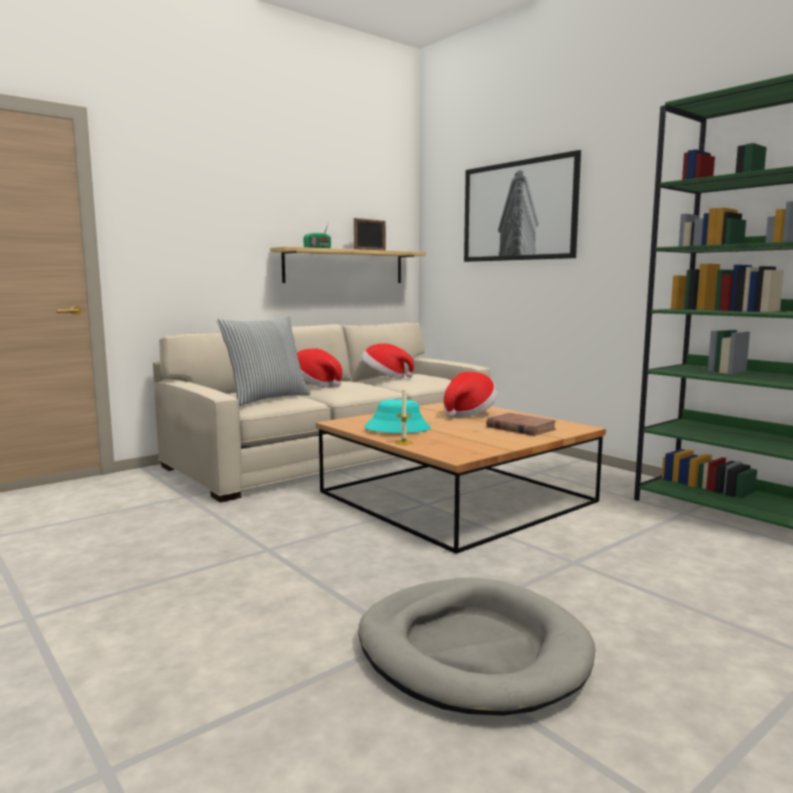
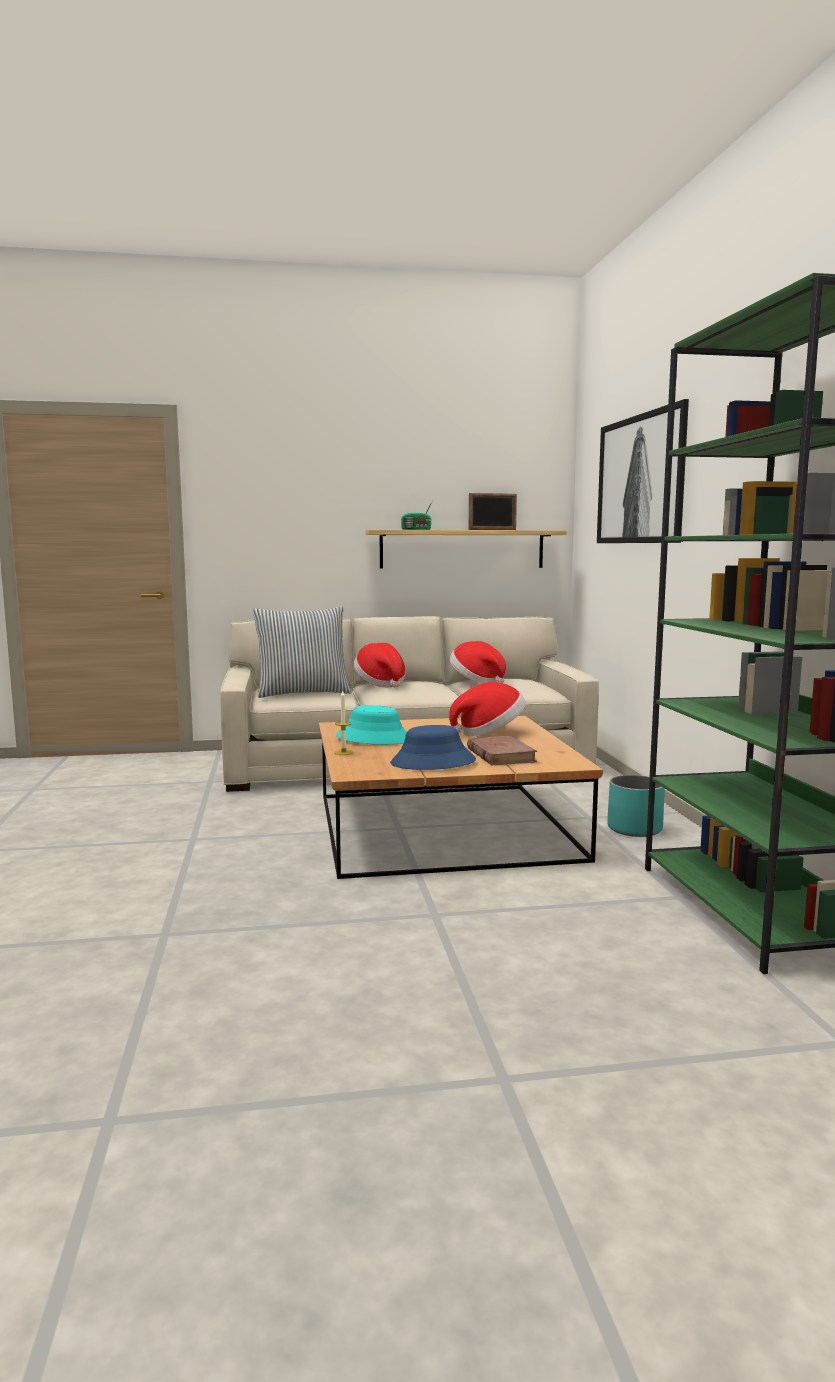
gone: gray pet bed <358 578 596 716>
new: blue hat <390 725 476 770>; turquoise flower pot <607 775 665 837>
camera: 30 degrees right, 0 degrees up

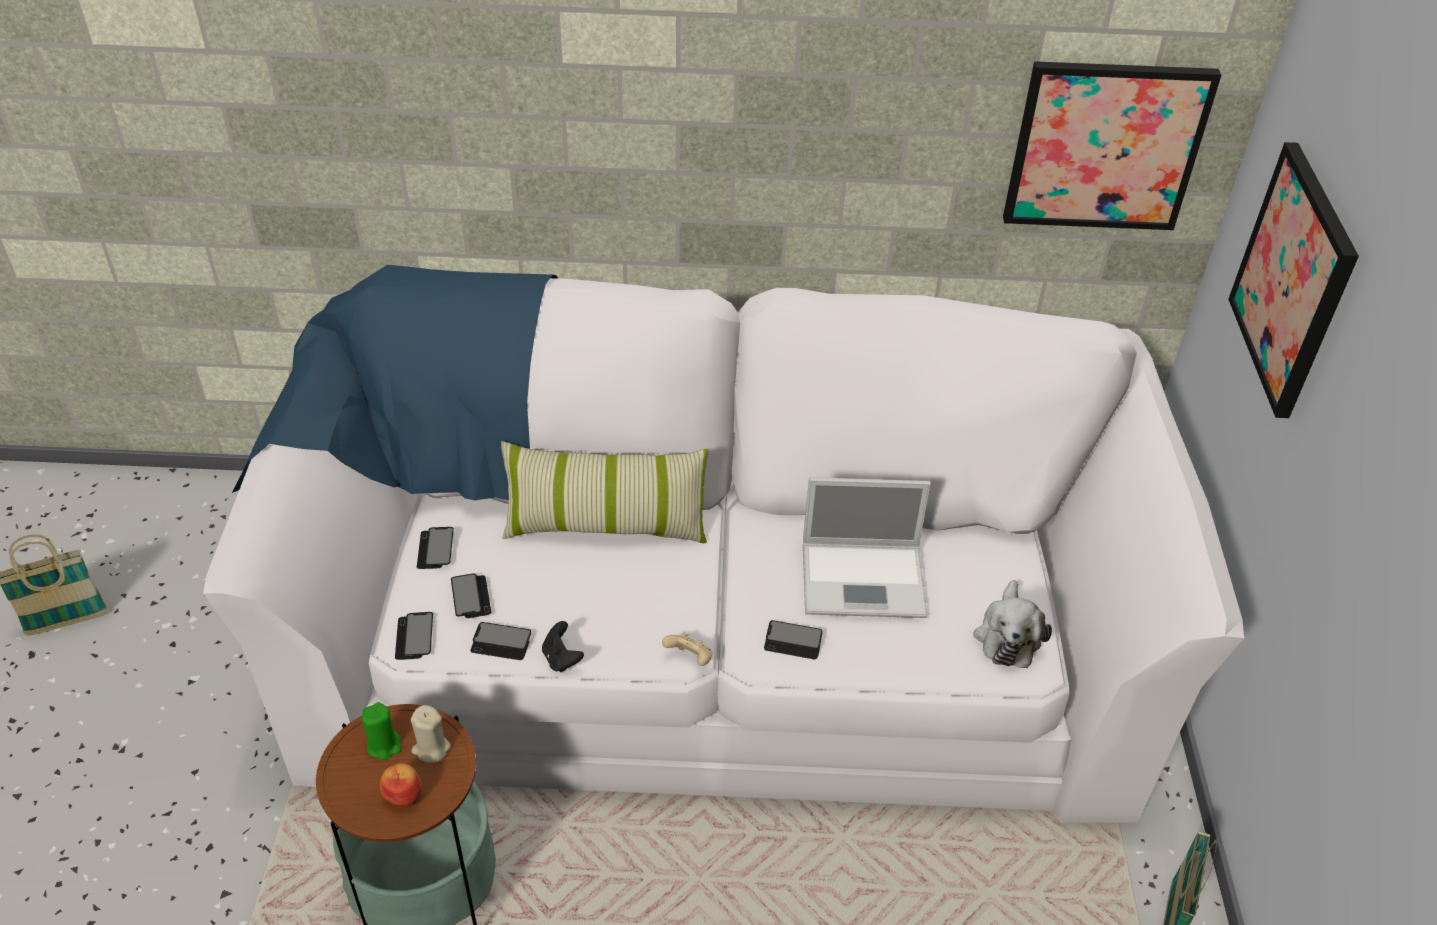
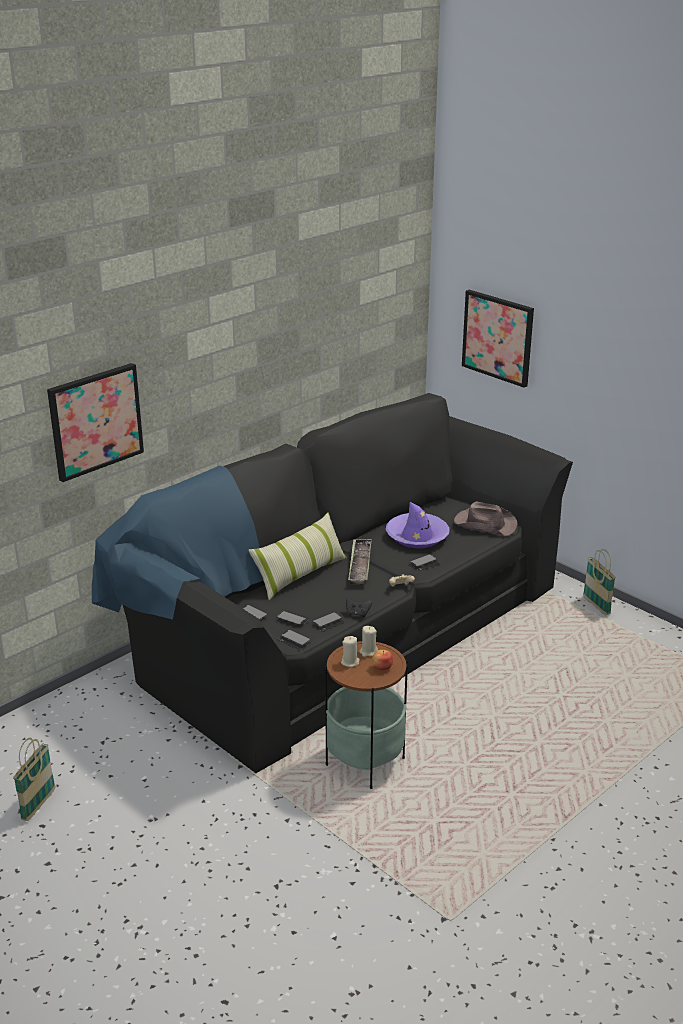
new: serving tray <348 539 372 584>
shifted: wall picture <1003 61 1221 230> to <47 363 144 482>
swapped: laptop <803 477 931 618> to purple hat <385 502 450 548>; plush toy <973 580 1052 668> to brown-coloured hat <454 502 518 536>
repainted: white-coloured sofa <203 265 1244 823> to blackish sofa <92 393 573 773>; green wax light <362 702 402 760> to sand-coloured wax light <341 636 360 667>
camera: 45 degrees left, 15 degrees down

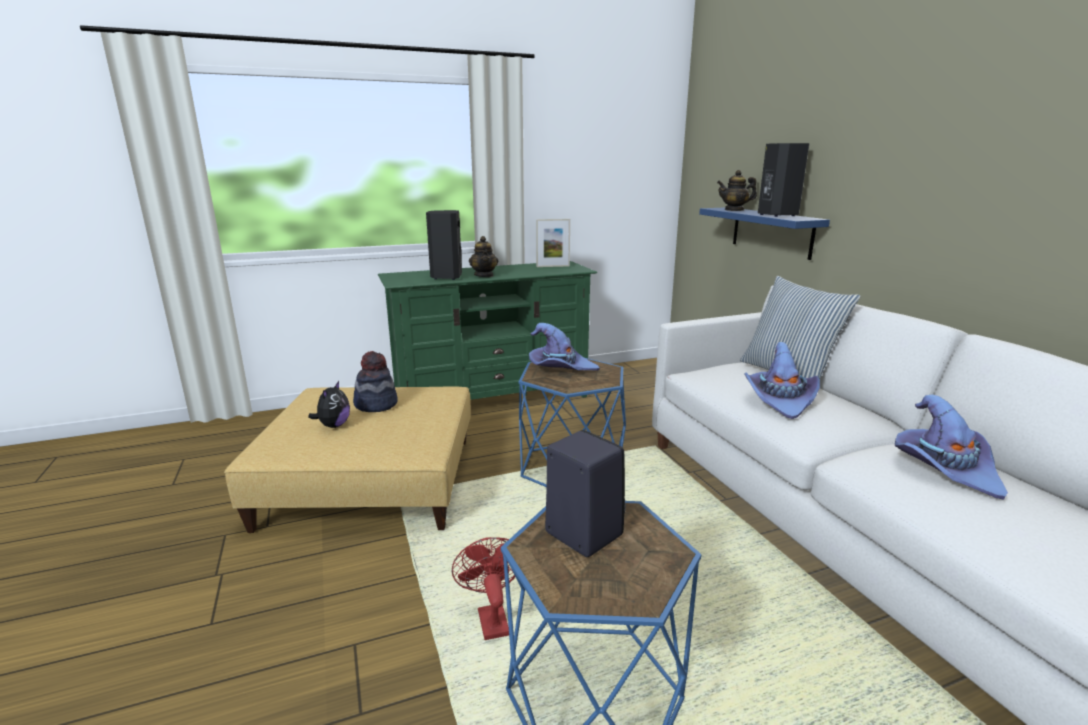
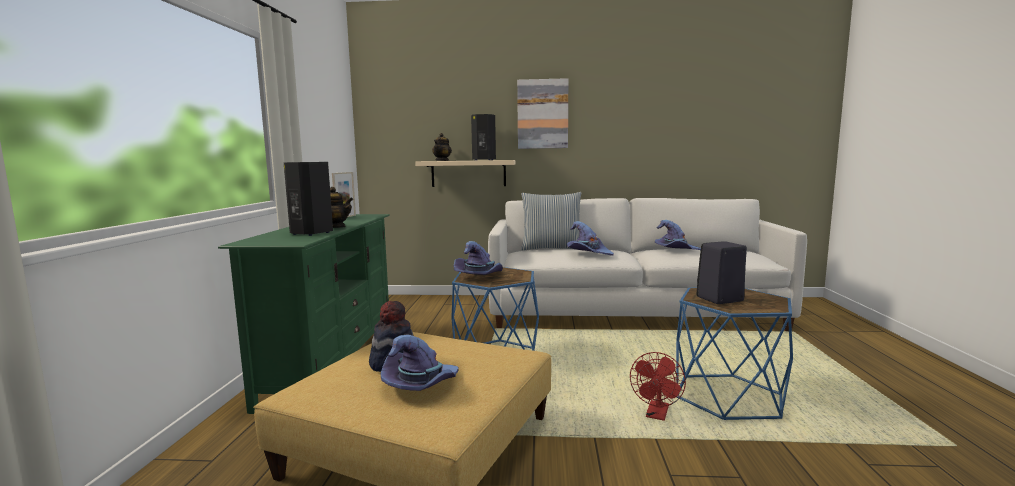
new: wall picture <517 78 568 149>
swapped: plush toy <308 381 350 428> to purple hat <381 335 459 391>
repainted: blue wall shelf <699 207 830 260> to sand-coloured wall shelf <415 160 515 187>
rotated: reddish cooling fan <452 537 515 640> = <630 352 686 421> 75 degrees counterclockwise
camera: 65 degrees left, 10 degrees down

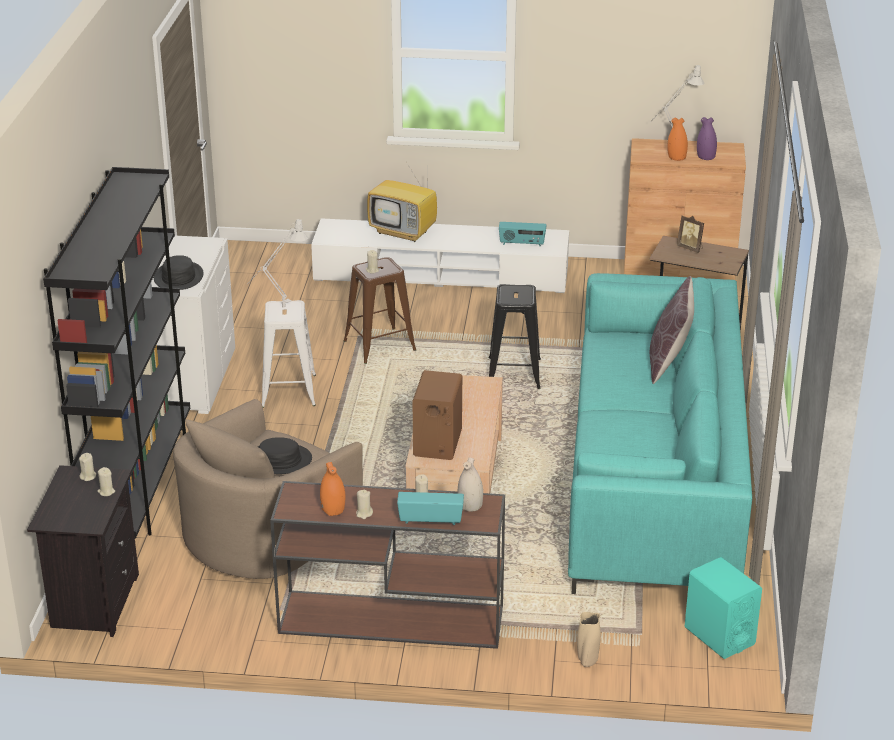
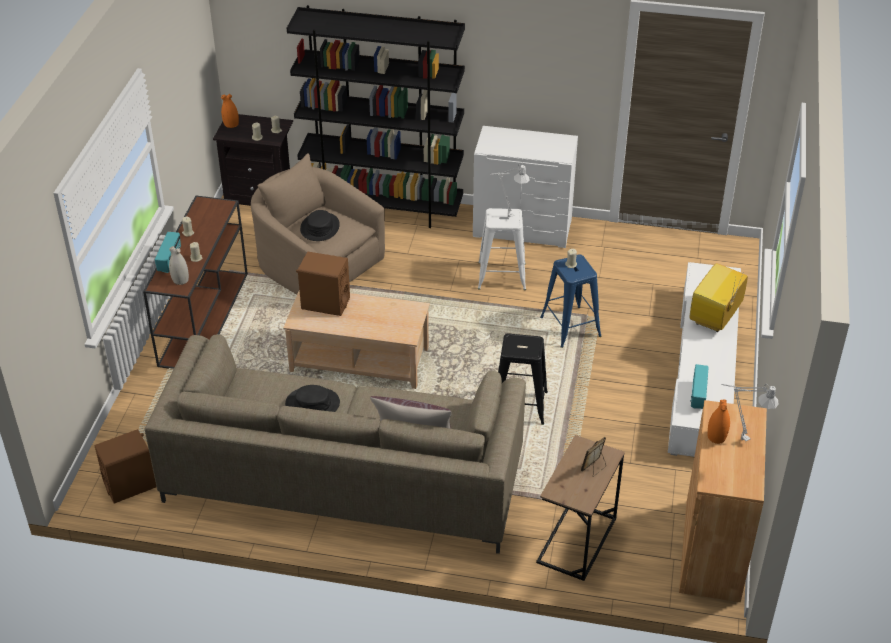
gone: purple decorative vase <697 117 717 160>; sand-coloured decorative vase <577 612 601 667>
shifted: blackish hat <154 255 204 290> to <285 385 340 412>; orangey decorative vase <320 462 346 516> to <221 94 239 128>
repainted: brown-coloured sitting stool <343 257 416 364> to blue sitting stool <540 254 602 348>; turquoise sofa <568 273 752 594> to sand-coloured sofa <145 334 526 554>; turquoise speaker <685 557 762 659> to brown-coloured speaker <94 429 156 504>
camera: 95 degrees right, 10 degrees up

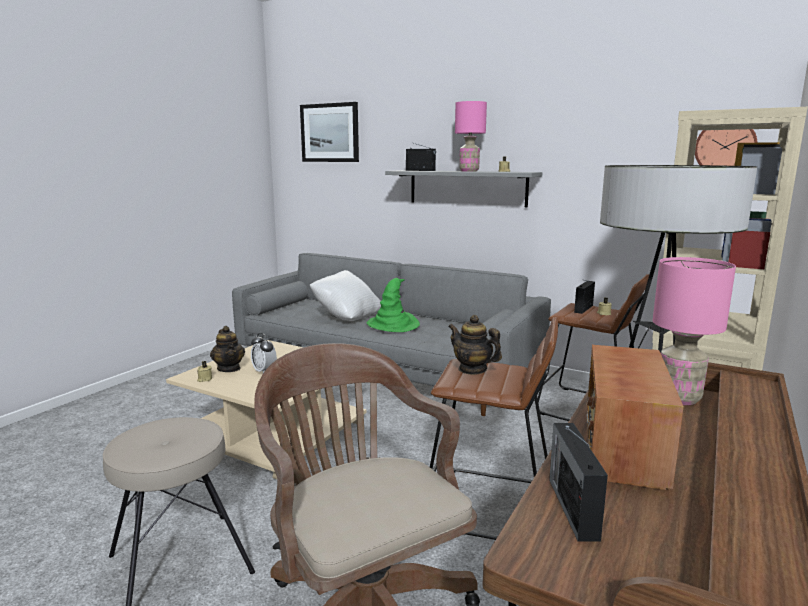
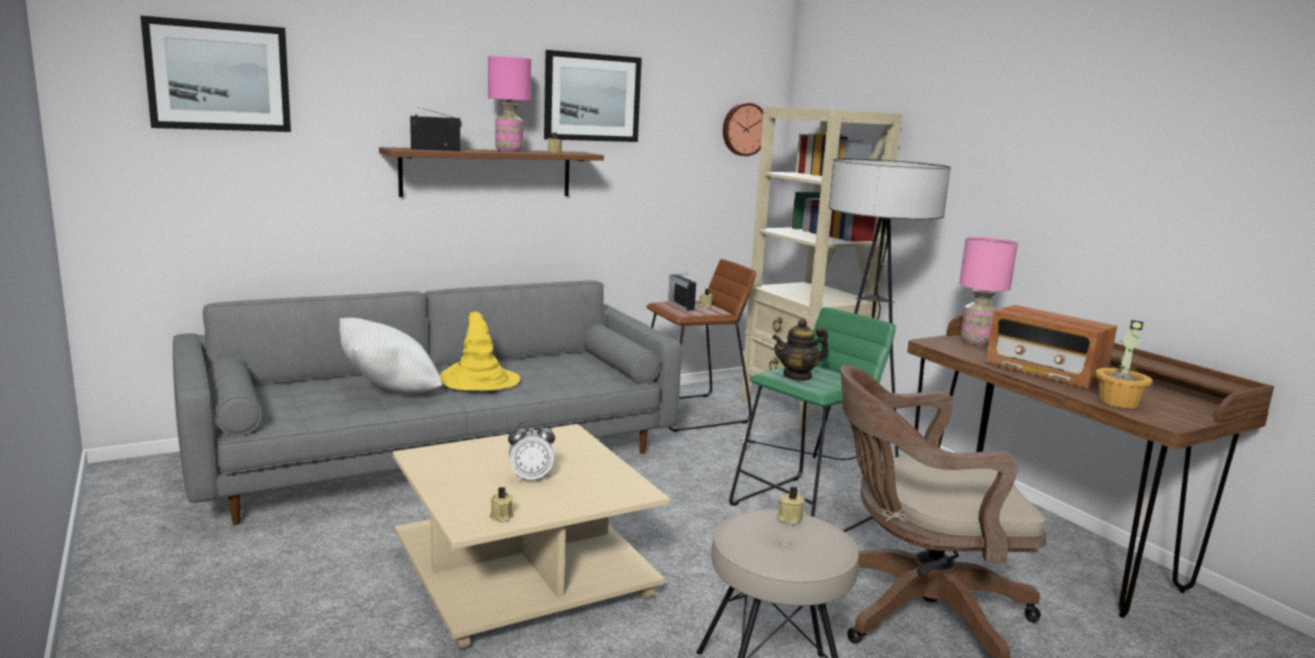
gone: tea pot <210 326 245 372>
new: wall picture <544 50 642 142>; sand-coloured wax light <776 486 805 524>
swapped: radio receiver <549 423 608 542> to potted plant <1095 320 1153 408>
repainted: gray wall shelf <385 170 543 207> to brown-coloured wall shelf <379 147 604 197>; green hat <366 278 420 332> to yellow hat <440 312 520 391>; brown-coloured sitting stool <430 317 558 540> to green sitting stool <729 307 896 532>
camera: 60 degrees left, 0 degrees up

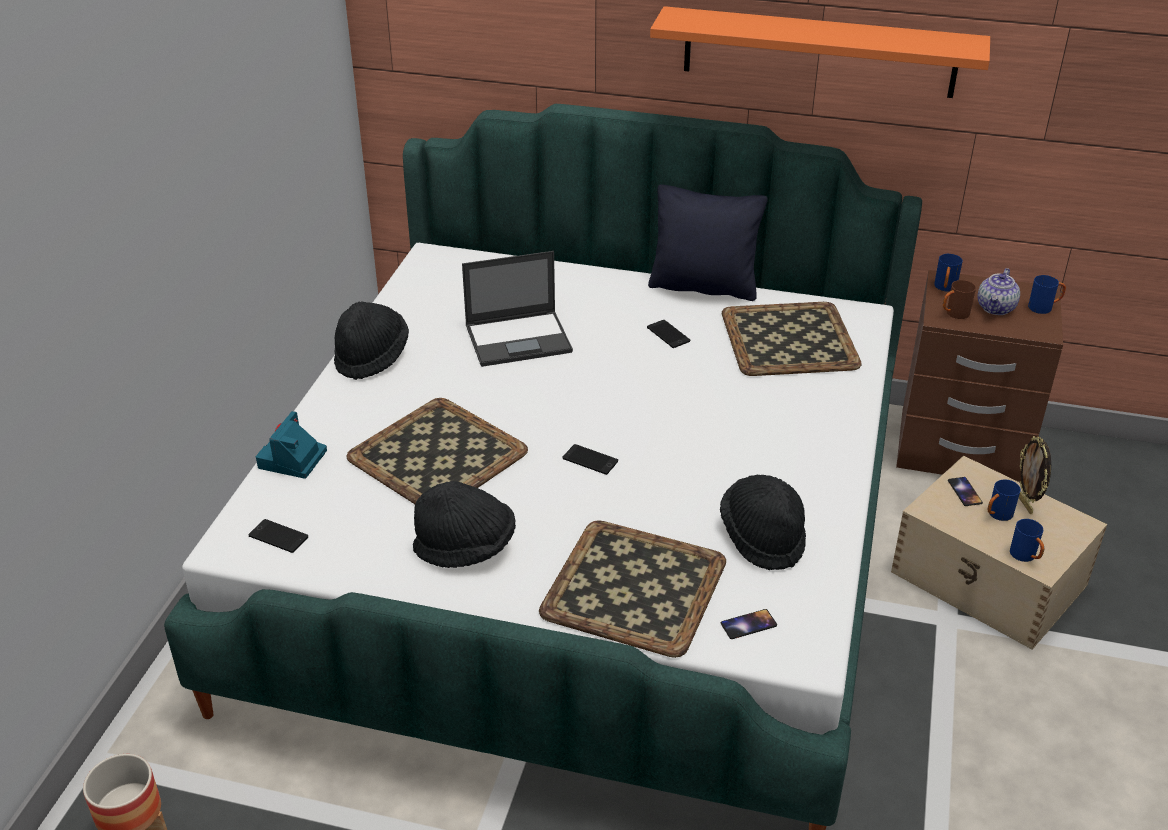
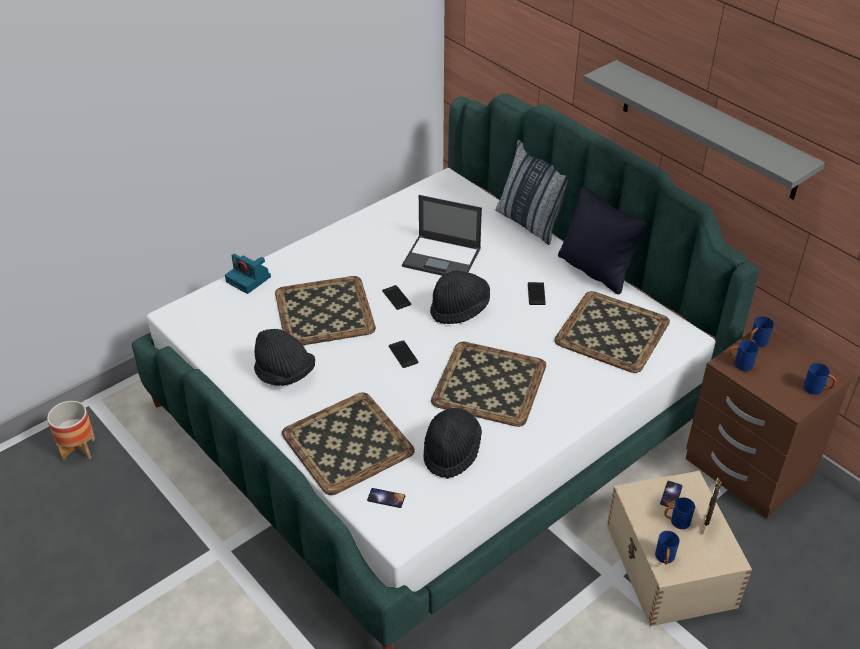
gone: tea pot <978 268 1020 315>
new: cushion <495 139 568 245>; serving tray <431 342 546 427>
shifted: blackish hat <334 301 409 380> to <430 270 490 324>; handset <248 519 308 553> to <382 285 411 310>
repainted: orangey wall shelf <650 6 990 98> to gray wall shelf <583 60 825 200>; brown-coloured mug <943 280 976 319> to blue mug <728 340 759 371>
rotated: photo camera <256 411 327 479> = <225 254 271 294> 105 degrees counterclockwise
camera: 35 degrees right, 5 degrees up

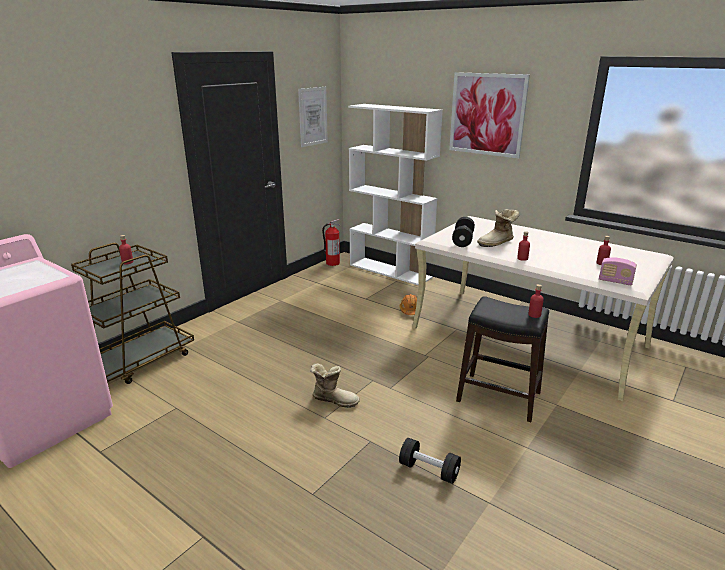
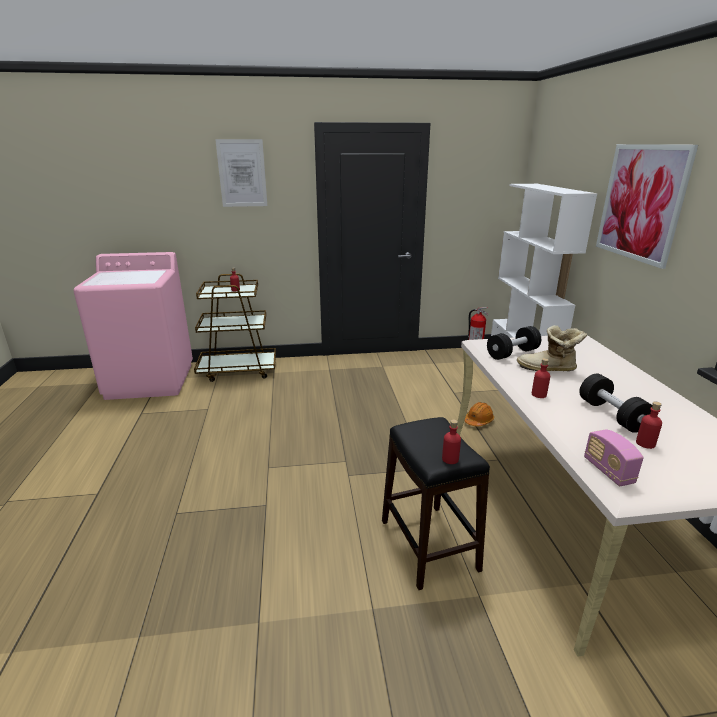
gone: tall boot <310 363 360 408>
shifted: wall picture <298 87 328 147> to <215 139 267 207>; blackish hand weight <399 438 461 484> to <579 374 652 433>
camera: 45 degrees right, 0 degrees up

